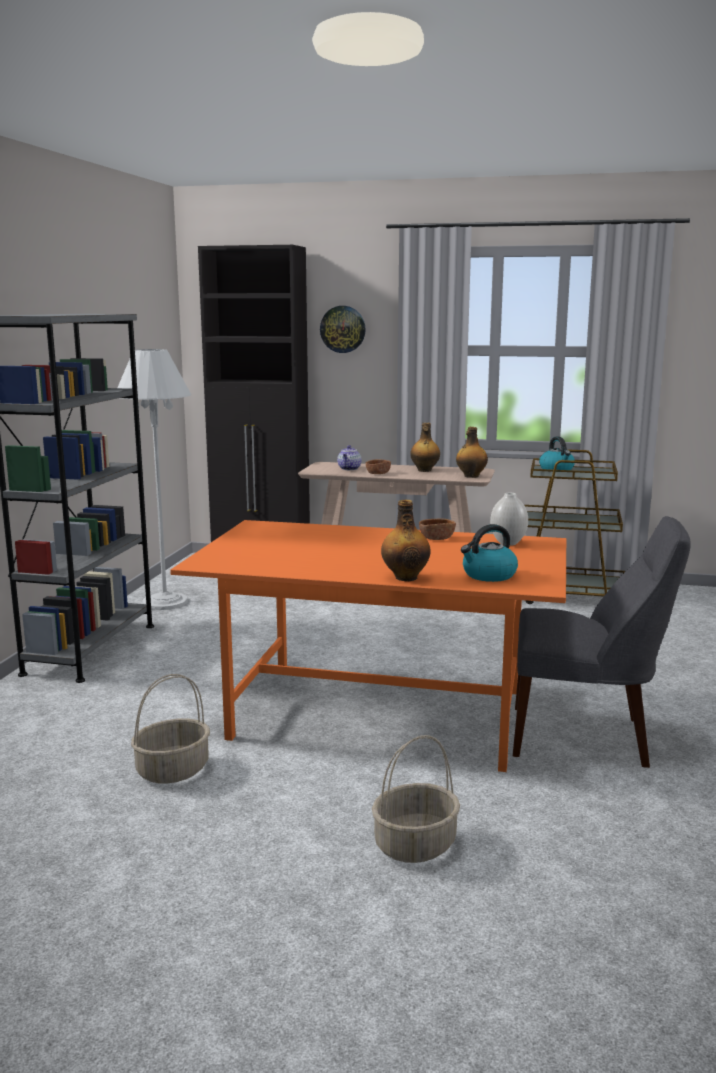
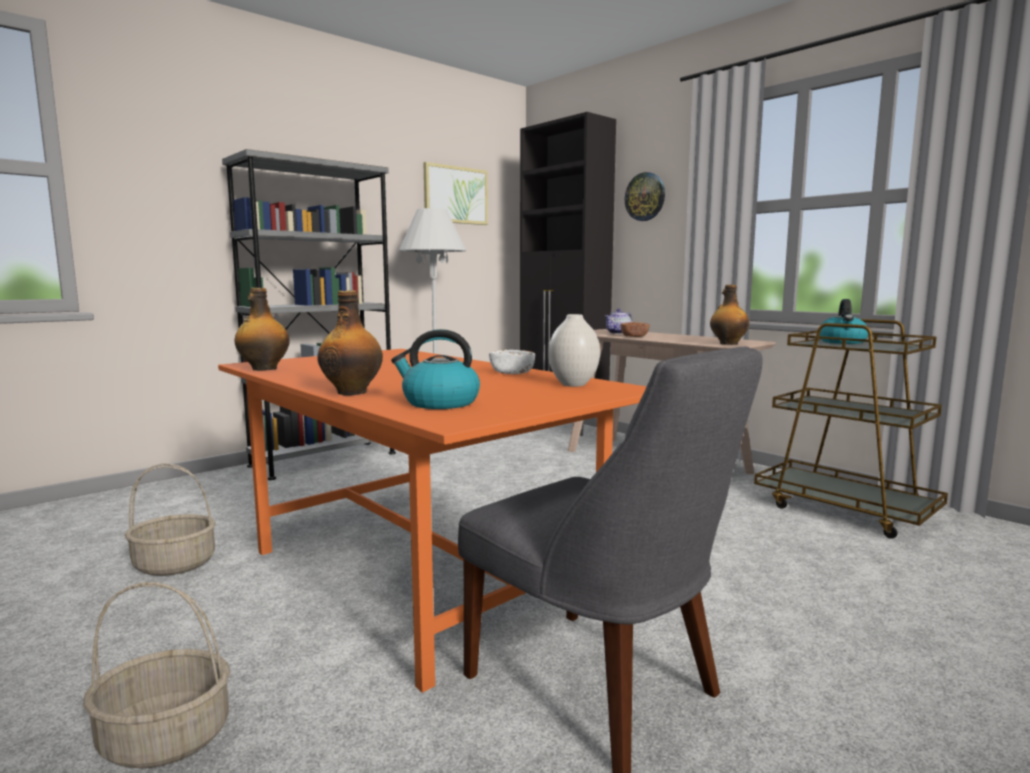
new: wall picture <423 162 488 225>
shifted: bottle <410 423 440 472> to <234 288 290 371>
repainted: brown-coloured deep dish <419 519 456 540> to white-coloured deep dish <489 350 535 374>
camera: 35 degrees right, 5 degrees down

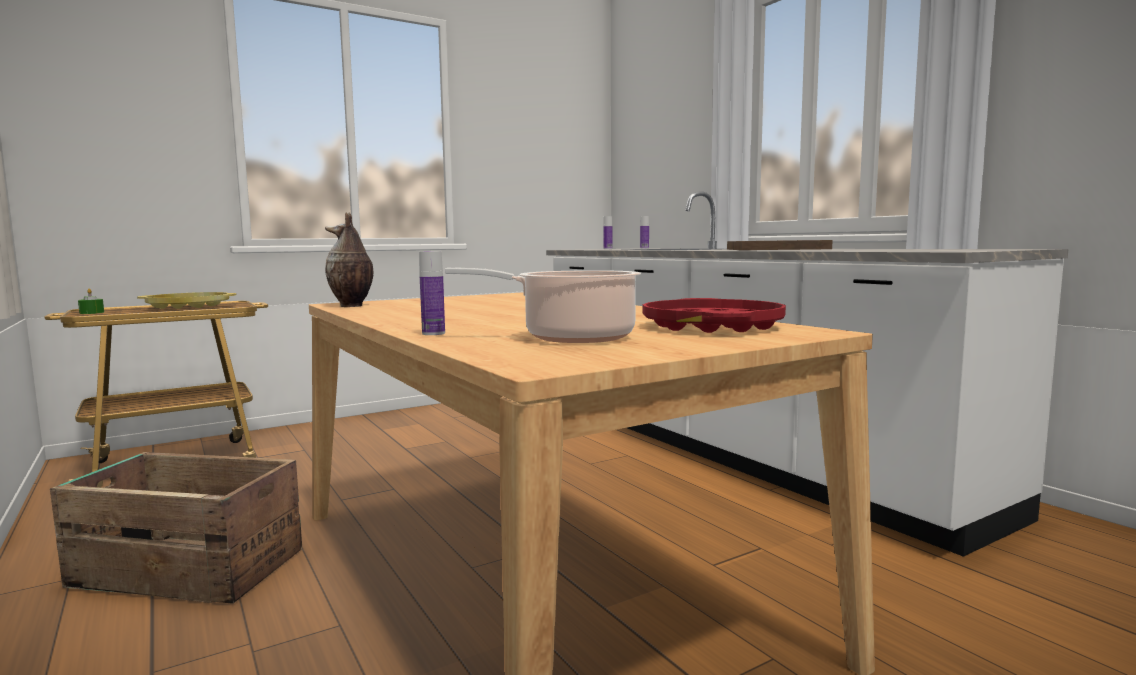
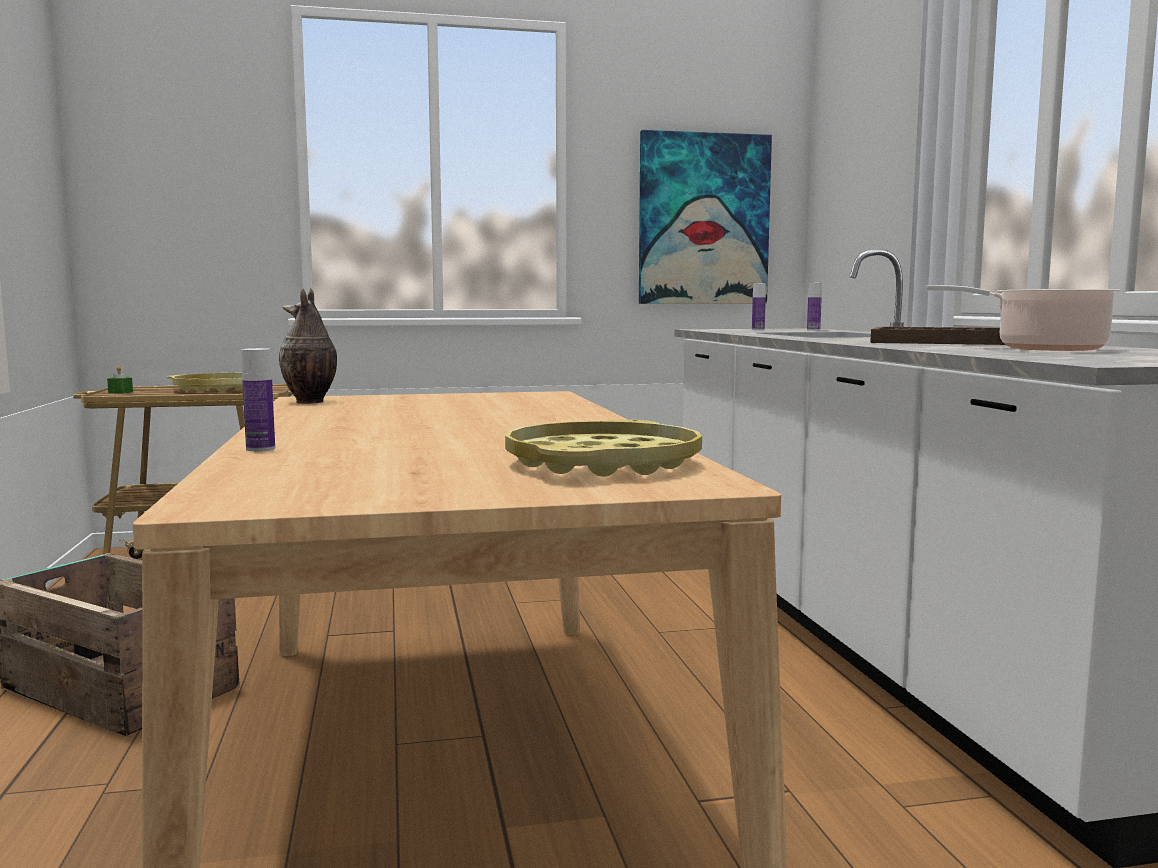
new: wall picture <639 130 772 304>
shifted: cooking pot <445 268 641 343> to <926 285 1120 351>
repainted: reddish serving tray <643 298 786 333> to yellow serving tray <505 420 702 477>
camera: 20 degrees right, 0 degrees up

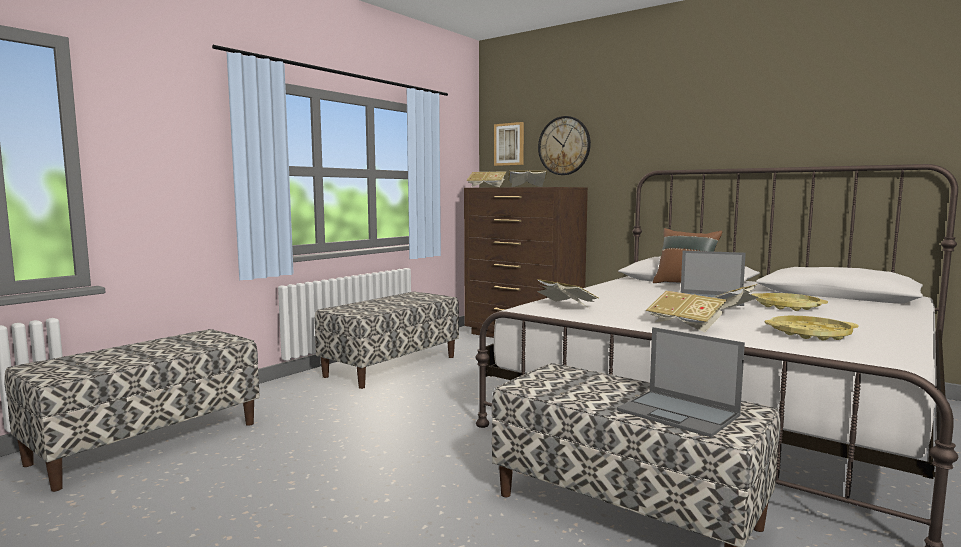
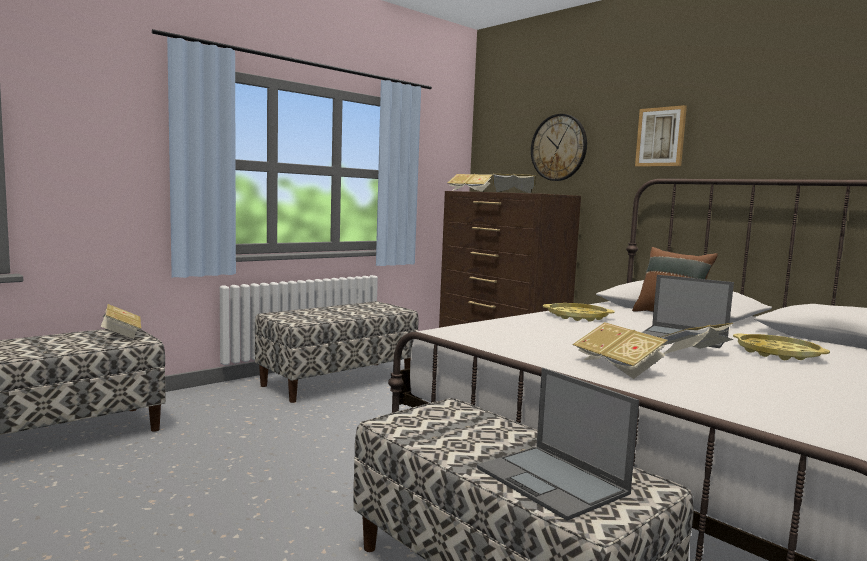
shifted: wall picture <494 122 524 166> to <635 105 687 167>; bound book <537 279 598 308> to <100 304 141 339>; yellow serving tray <765 316 858 340> to <543 303 615 322>
camera: 10 degrees right, 0 degrees up

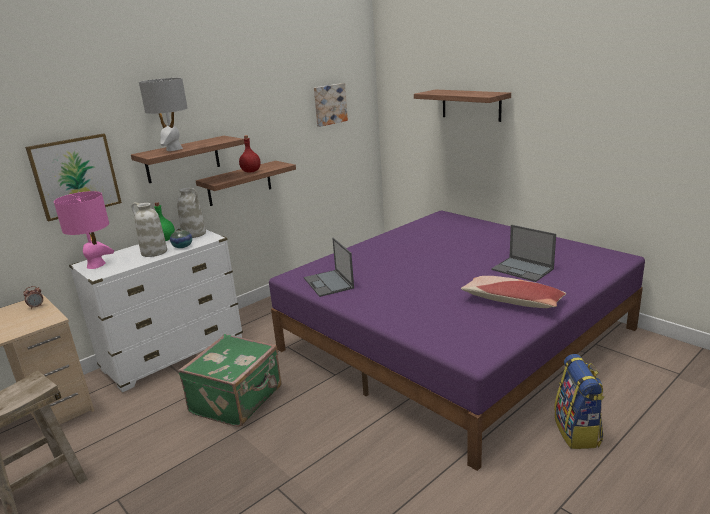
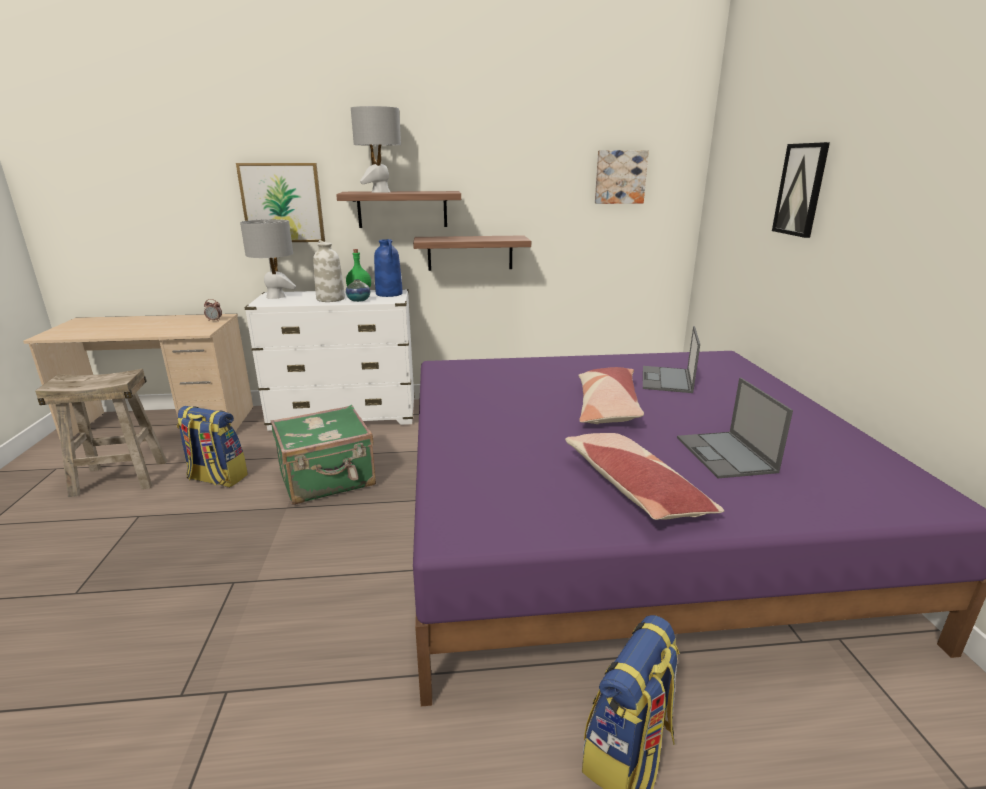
gone: reddish bottle <239 135 261 173>
new: cushion <578 367 644 424>; backpack <177 406 248 487>
shifted: laptop <304 238 354 297> to <643 326 700 393>
swapped: wall shelf <414 89 511 122> to wall picture <772 142 830 238>
repainted: white-coloured decorative vase <177 188 206 238> to blue decorative vase <374 239 403 297>; pinkish table lamp <54 191 114 269> to gray table lamp <240 219 296 299>
camera: 35 degrees right, 0 degrees up

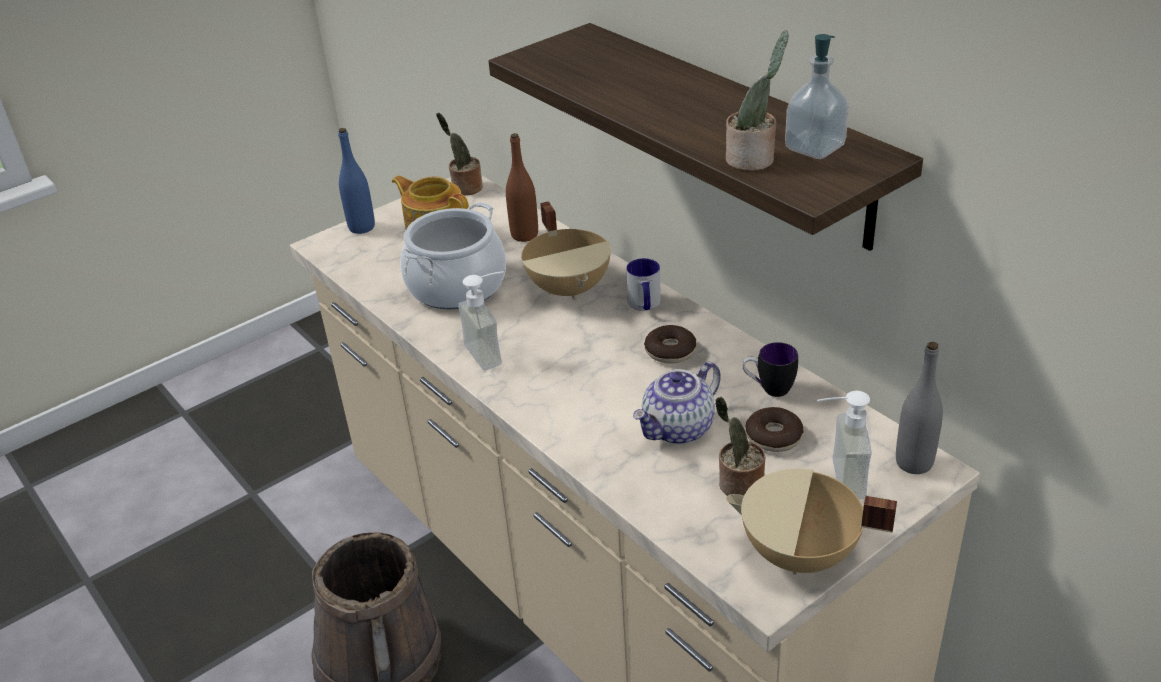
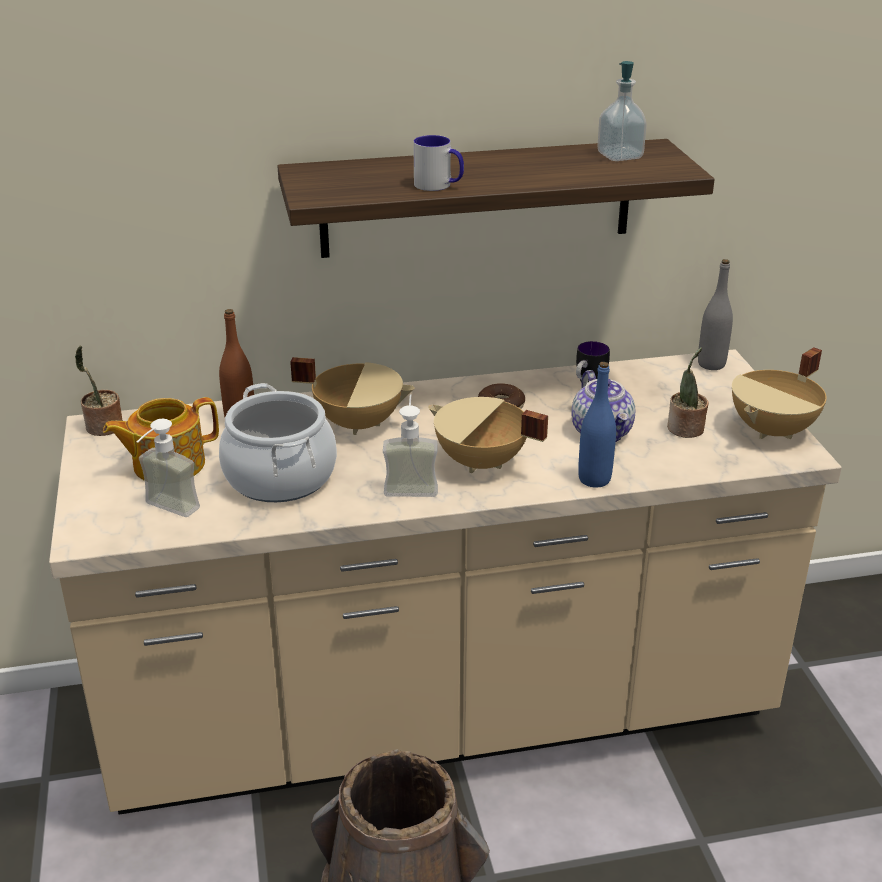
gone: potted plant <726 31 789 171>; doughnut <746 407 804 452>
new: sand-coloured cooking pot <428 397 548 473>
shifted: blue bottle <338 128 375 234> to <578 362 616 488>; mug <626 258 661 311> to <413 135 464 191>; soap bottle <817 391 872 499> to <137 419 200 517>
camera: 65 degrees left, 5 degrees down

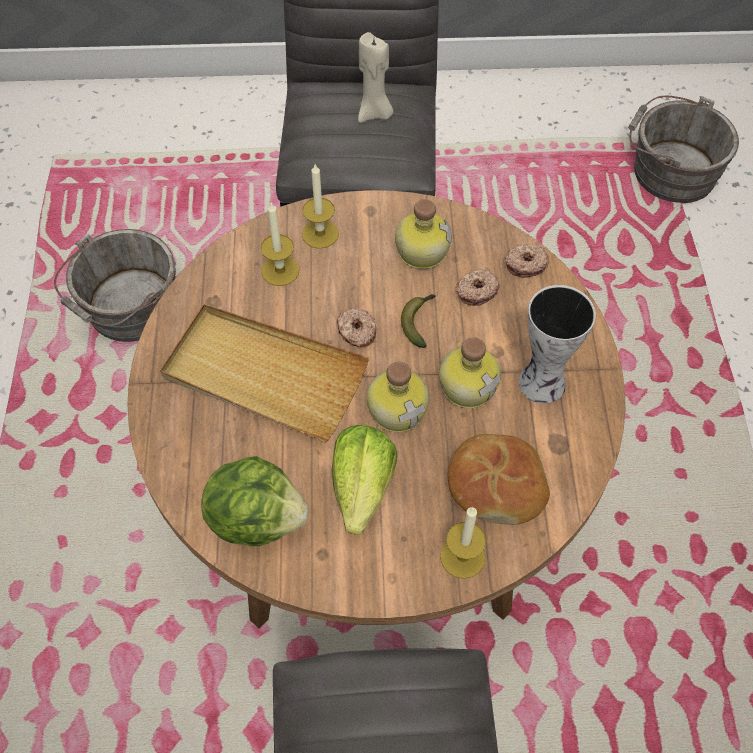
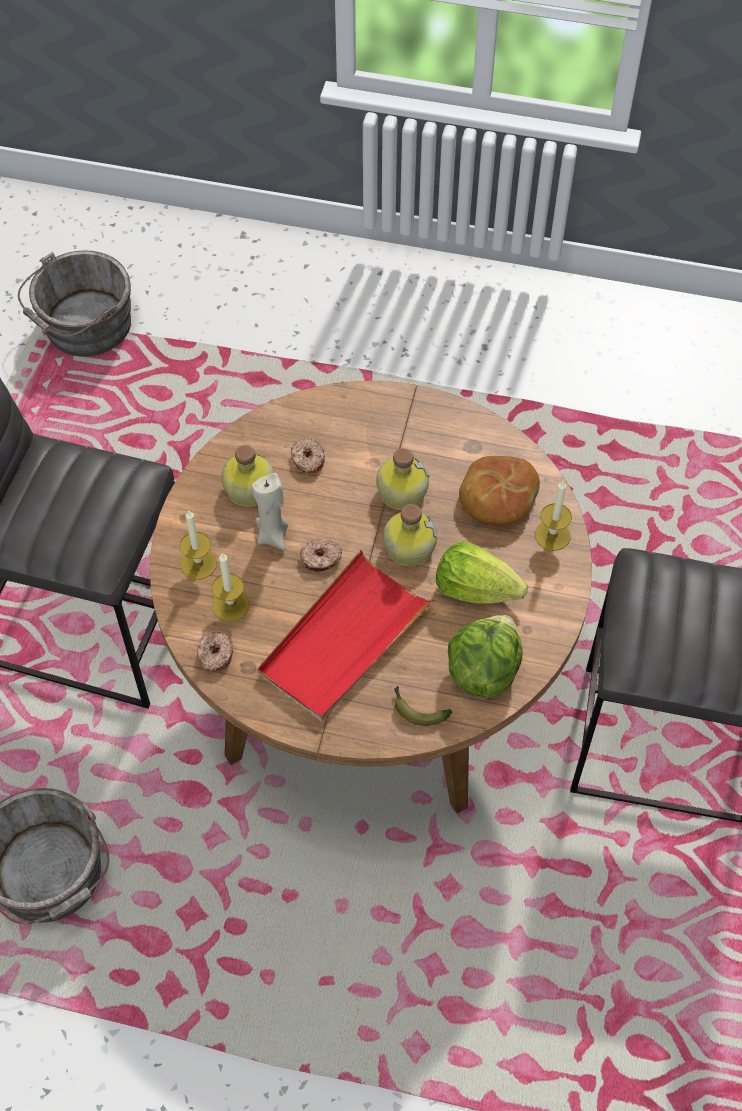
gone: decorative vase <519 285 596 403>
shifted: sand-coloured wax light <358 32 393 123> to <252 473 288 551>; doughnut <505 244 548 278> to <197 632 234 673>; whole banana <401 294 436 348> to <394 686 452 726>
repainted: sand-coloured serving tray <160 304 369 443> to reddish serving tray <257 550 434 721>
camera: 75 degrees left, 0 degrees up

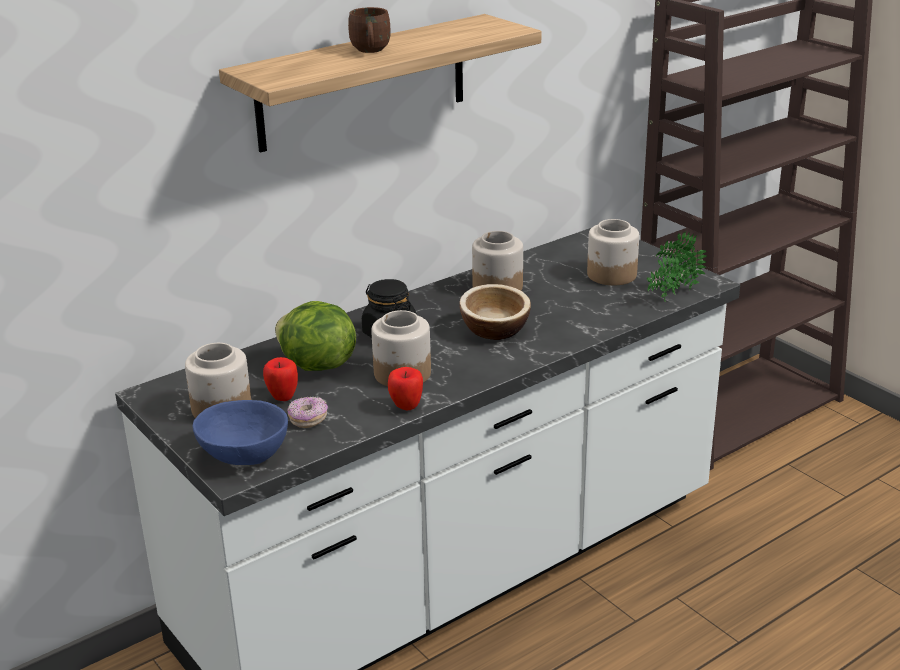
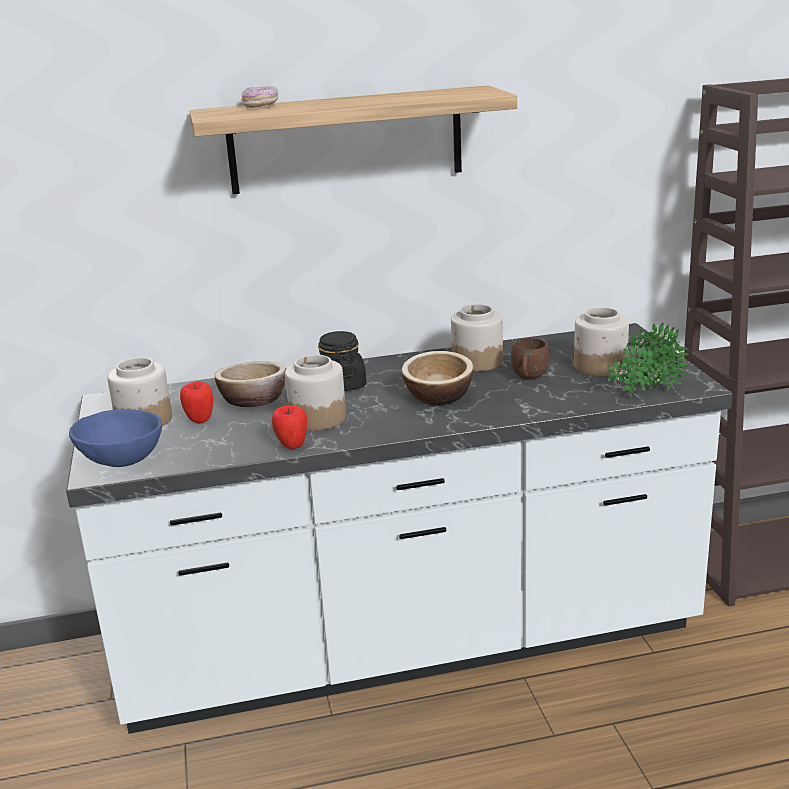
shifted: brown-coloured mug <348 7 390 53> to <511 338 549 380>; doughnut <288 397 328 428> to <242 86 278 108>
swapped: head of lettuce <275 301 356 371> to deep dish <214 361 286 407>
camera: 25 degrees right, 5 degrees down

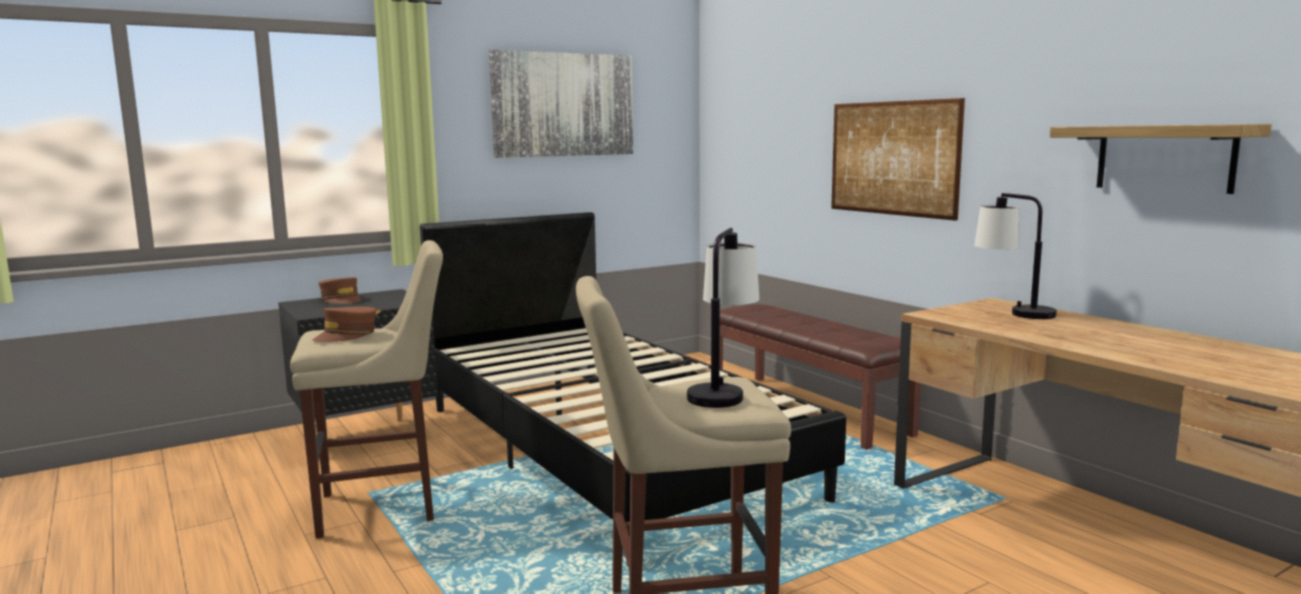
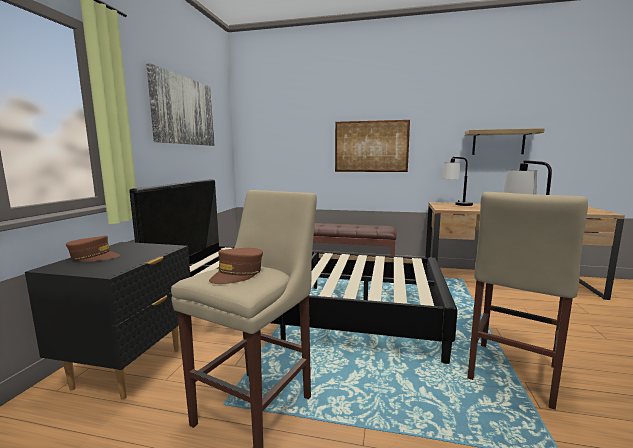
rotated: brown-coloured cap <312 307 377 342> = <209 248 263 284> 45 degrees clockwise
camera: 45 degrees left, 0 degrees up

